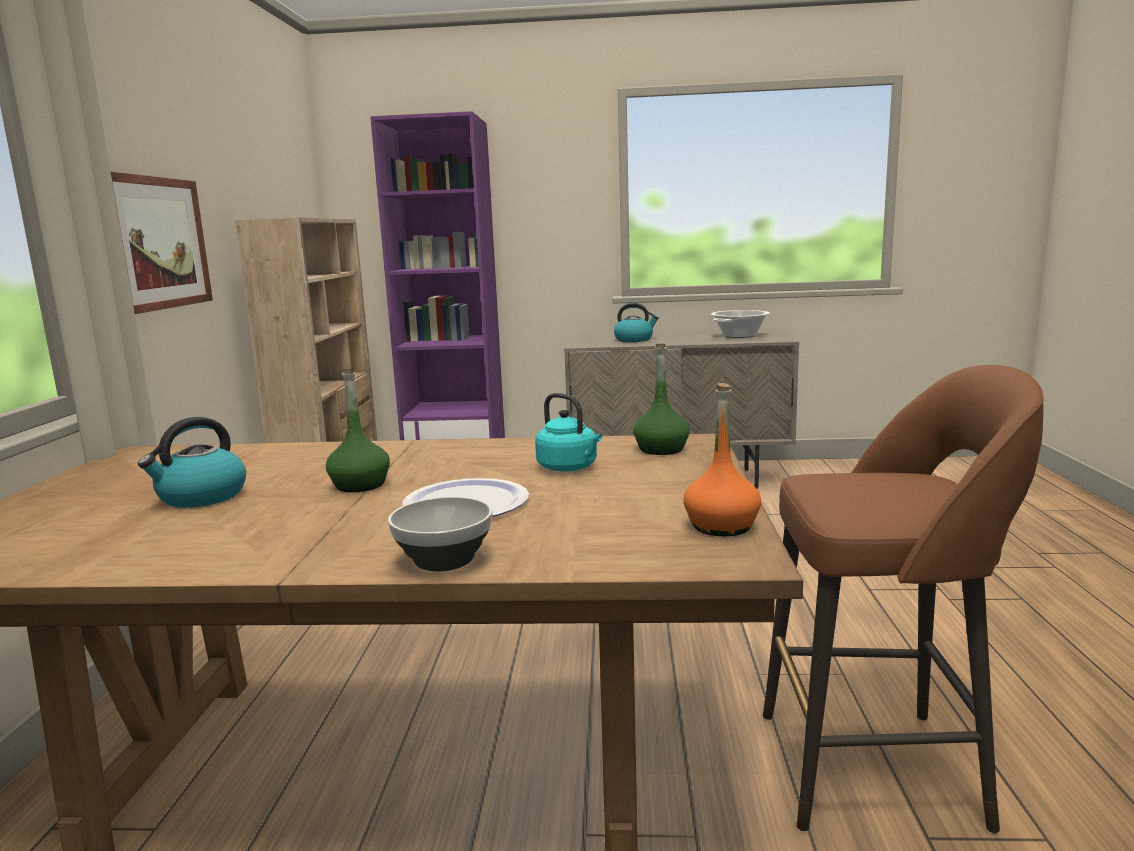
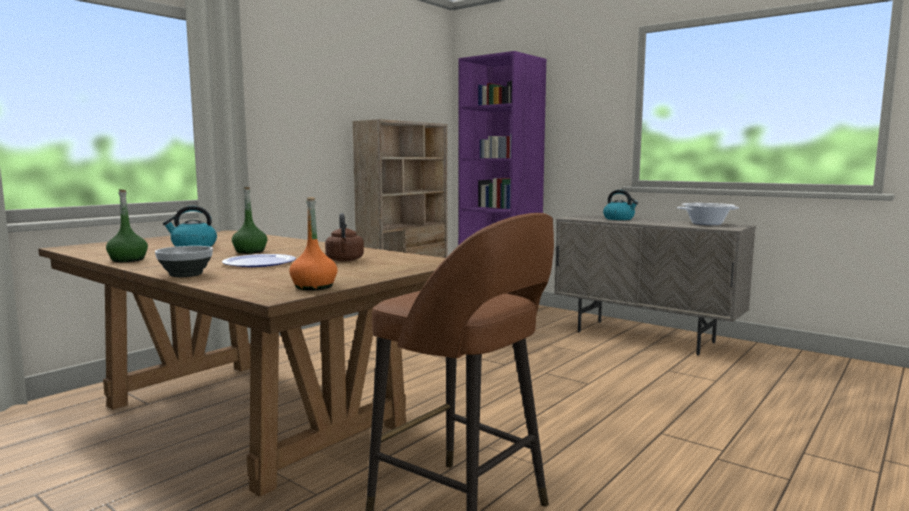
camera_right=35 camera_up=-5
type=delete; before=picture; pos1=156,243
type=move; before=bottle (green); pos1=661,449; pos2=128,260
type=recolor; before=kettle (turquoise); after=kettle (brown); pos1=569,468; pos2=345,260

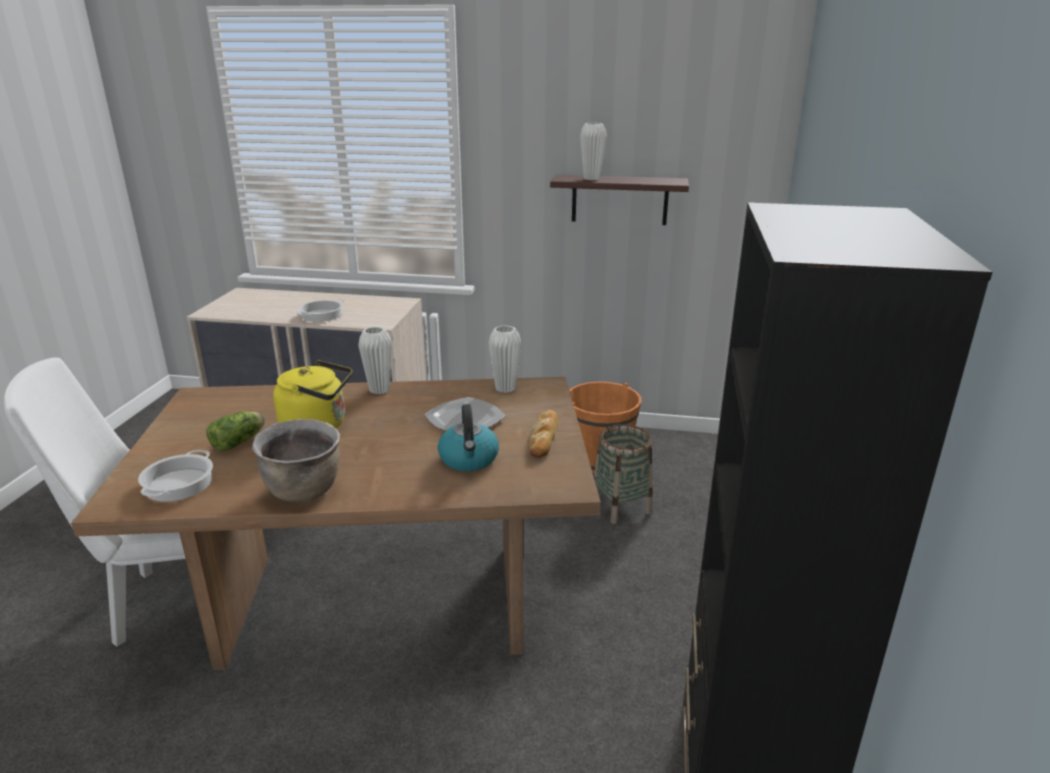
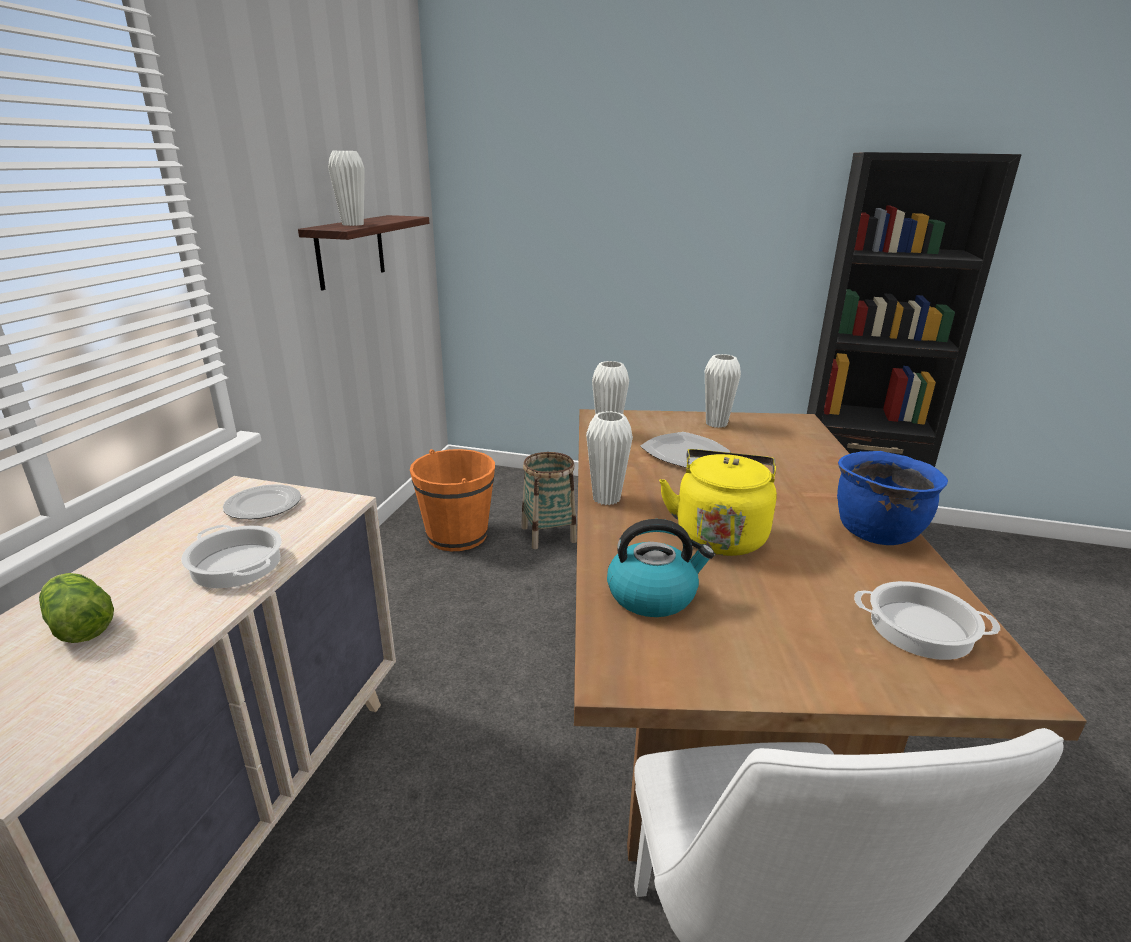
camera_right=-85 camera_up=0
type=insert; after=plate; pos2=262,506
type=move; before=lettuce; pos1=240,442; pos2=80,623
type=move; before=kettle; pos1=469,459; pos2=653,595
type=replace; before=bread; after=vase (white); pos1=544,437; pos2=716,424
type=recolor; before=cooking pot (brown); after=cooking pot (blue); pos1=304,490; pos2=876,532

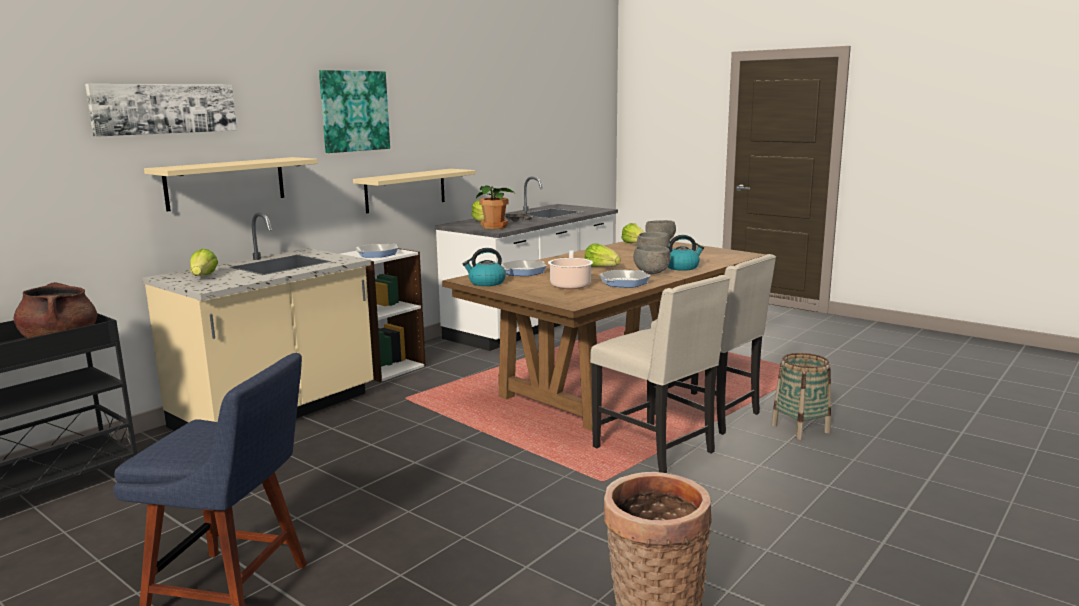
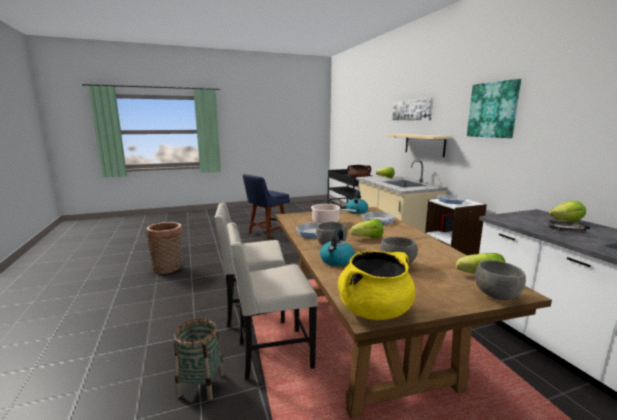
camera_right=120 camera_up=0
type=delete; before=shelf (beige); pos1=405,190
type=delete; before=potted plant; pos1=495,227
type=insert; after=cooking pot (yellow); pos2=374,310

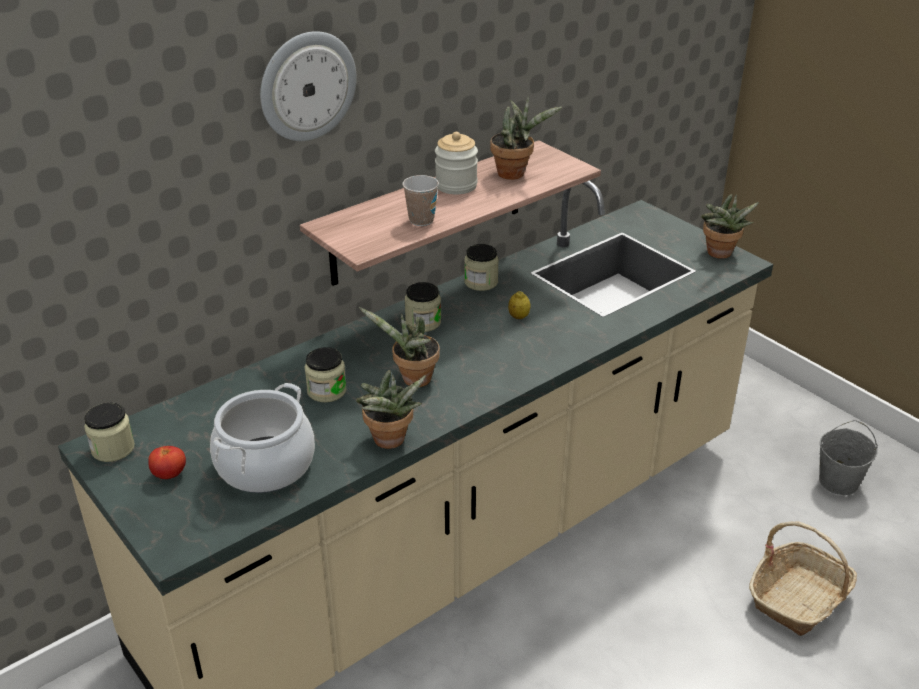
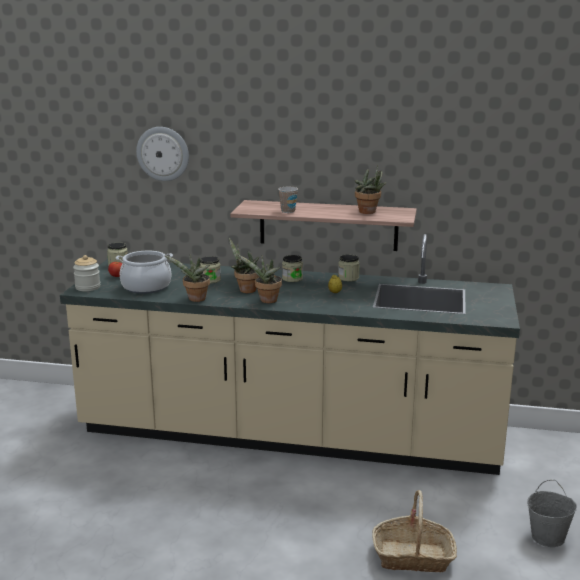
camera_right=50 camera_up=-15
type=move; before=wall clock; pos1=307,86; pos2=163,153
type=move; before=jar; pos1=456,185; pos2=88,287
type=move; before=potted plant; pos1=719,255; pos2=266,301

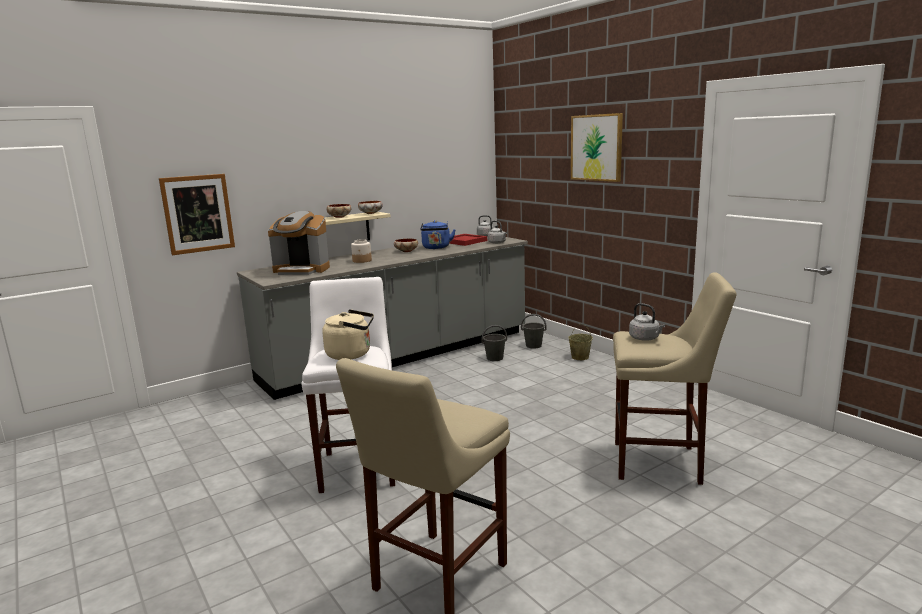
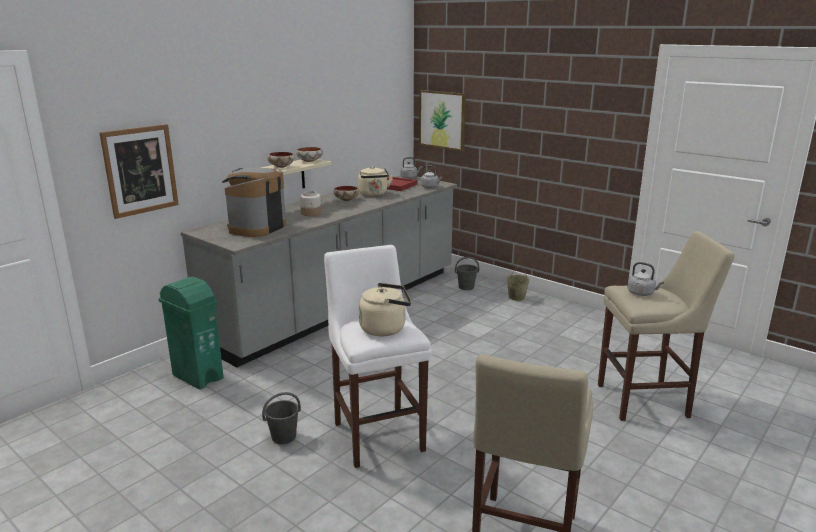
camera_right=-15 camera_up=5
type=insert; after=trash can (green); pos2=198,376
type=move; before=bucket (grey); pos1=494,358; pos2=283,437
type=move; before=picture; pos1=596,147; pos2=442,119
type=recolor; before=kettle (blue); after=kettle (beige); pos1=436,248; pos2=373,194
type=rotate; before=coffee machine; pos1=302,270; pos2=256,228; turn=120

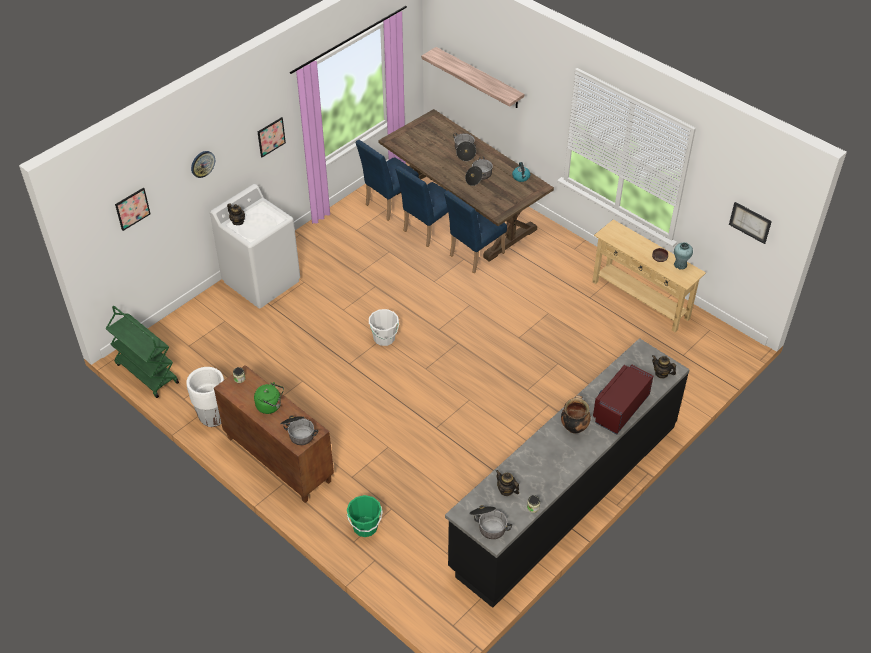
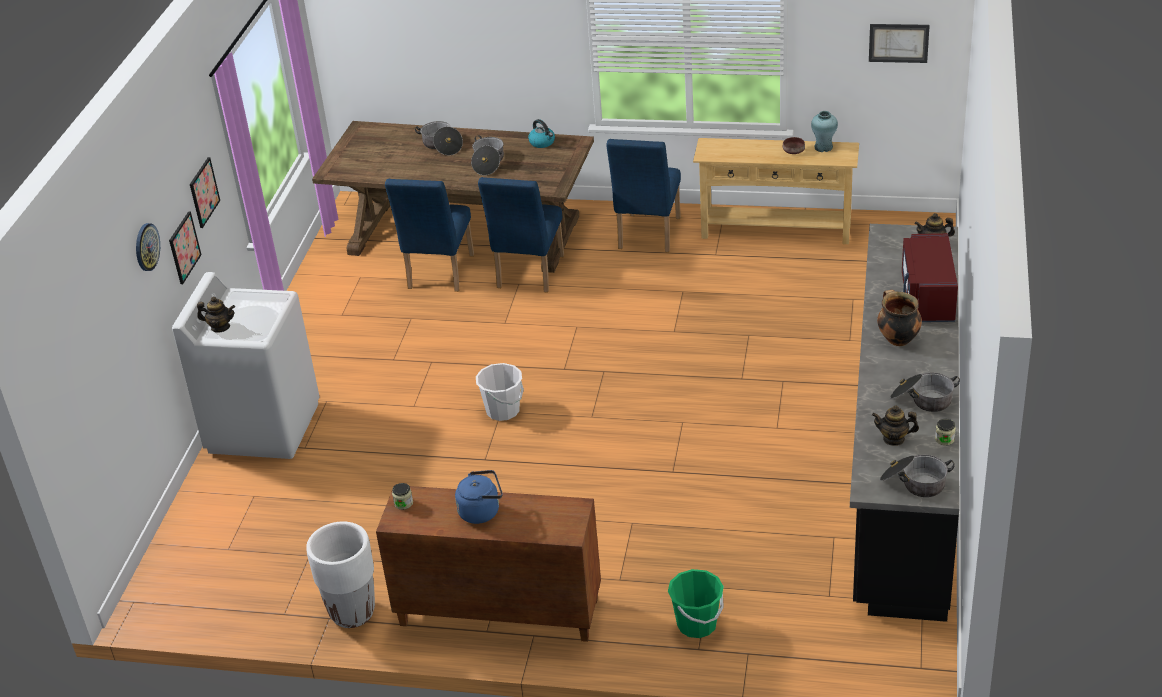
camera_right=-30 camera_up=-10
type=delete; before=cart (green); pos1=146,373
type=delete; before=shelf; pos1=478,78
type=move; before=picture; pos1=132,208; pos2=184,247
type=move; before=cooking pot; pos1=298,433; pos2=922,400
type=move; before=chair (blue); pos1=388,204; pos2=647,236
type=recolor; before=kettle (green); after=kettle (blue); pos1=270,406; pos2=482,511

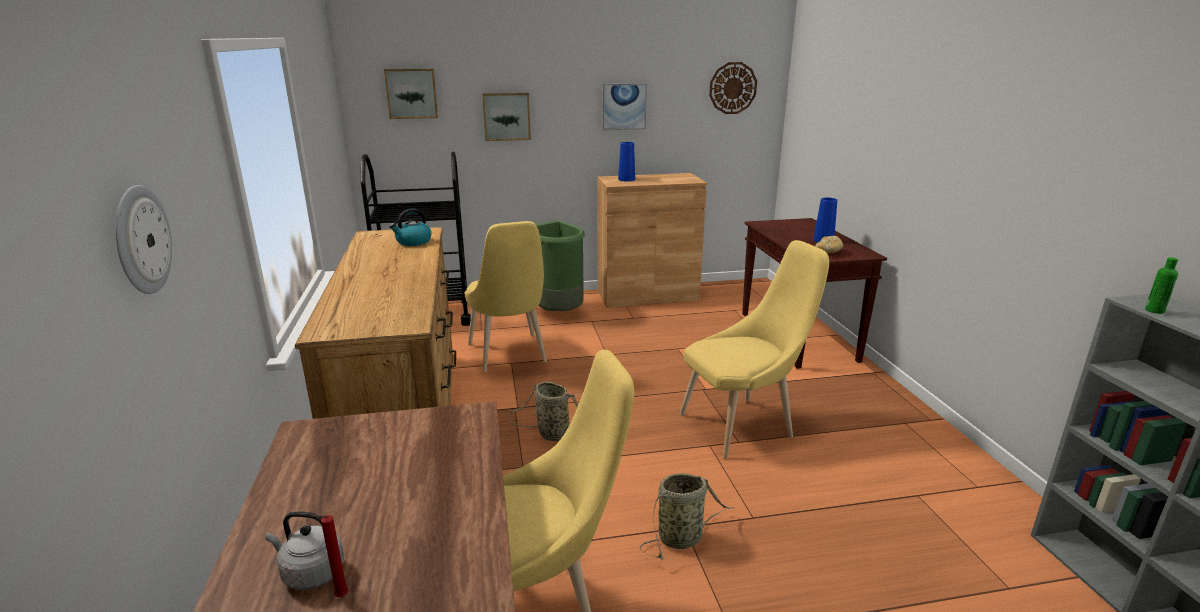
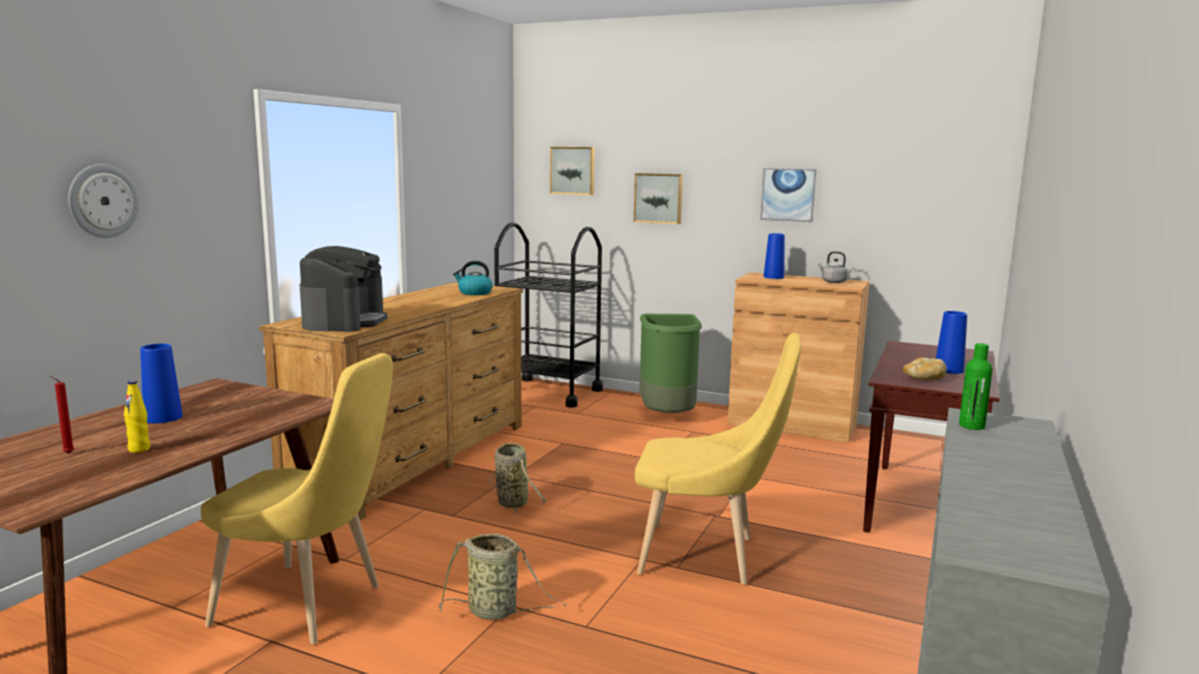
camera_right=35 camera_up=-10
type=delete; before=chair (yellow); pos1=509,356
type=delete; before=wall clock; pos1=732,88
type=insert; after=bottle (yellow); pos2=139,449
type=insert; after=vase (blue); pos2=163,417
type=insert; after=coffee machine; pos2=344,321
type=move; before=kettle (grey); pos1=310,573; pos2=832,282

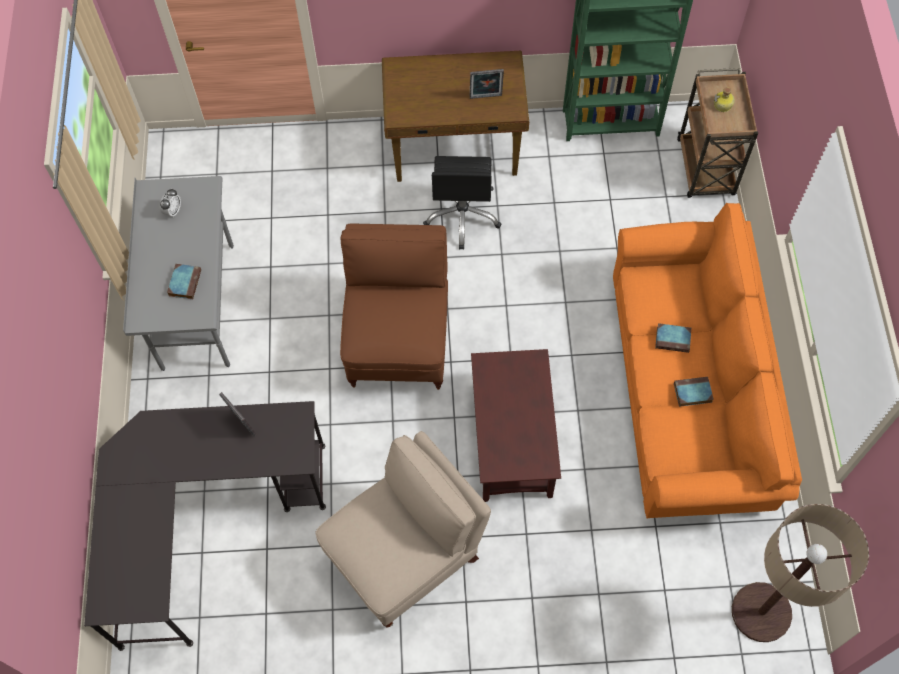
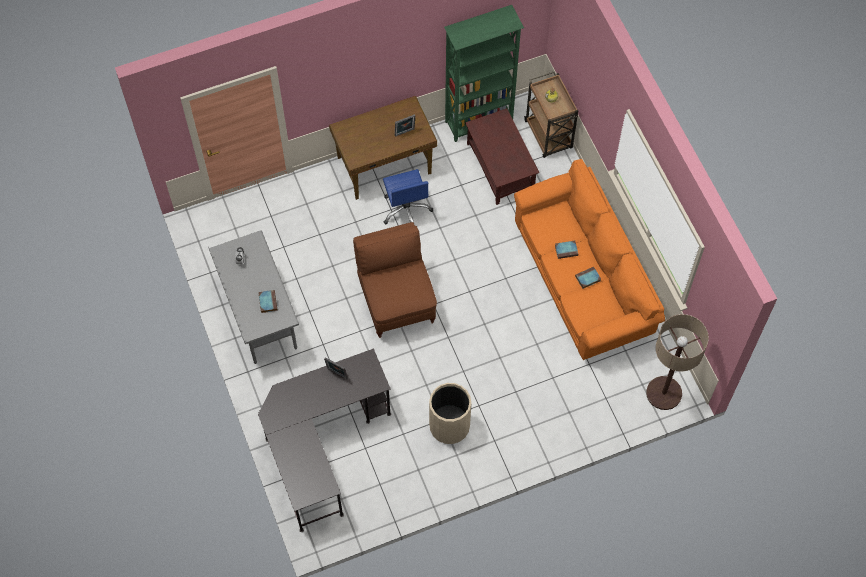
camera_right=-20 camera_up=0
type=move; before=coffee table (brown); pos1=513,440; pos2=500,168
type=replace; before=chair (beige); after=trash can (beige); pos1=406,555; pos2=449,425
type=recolor; before=office chair (black); after=office chair (blue); pos1=462,216; pos2=406,210

